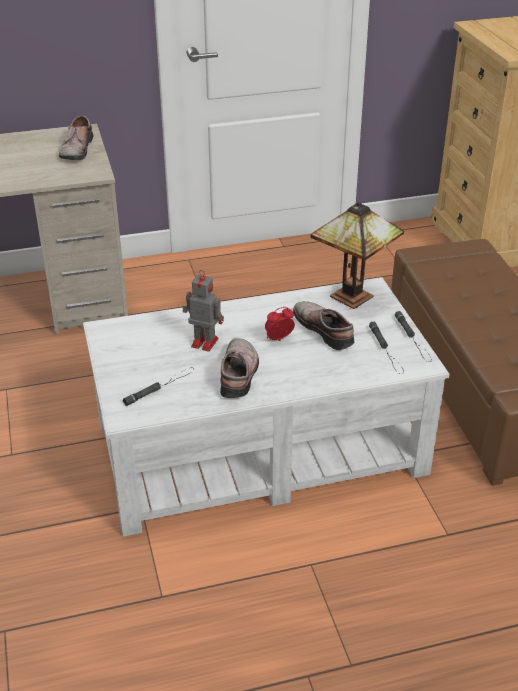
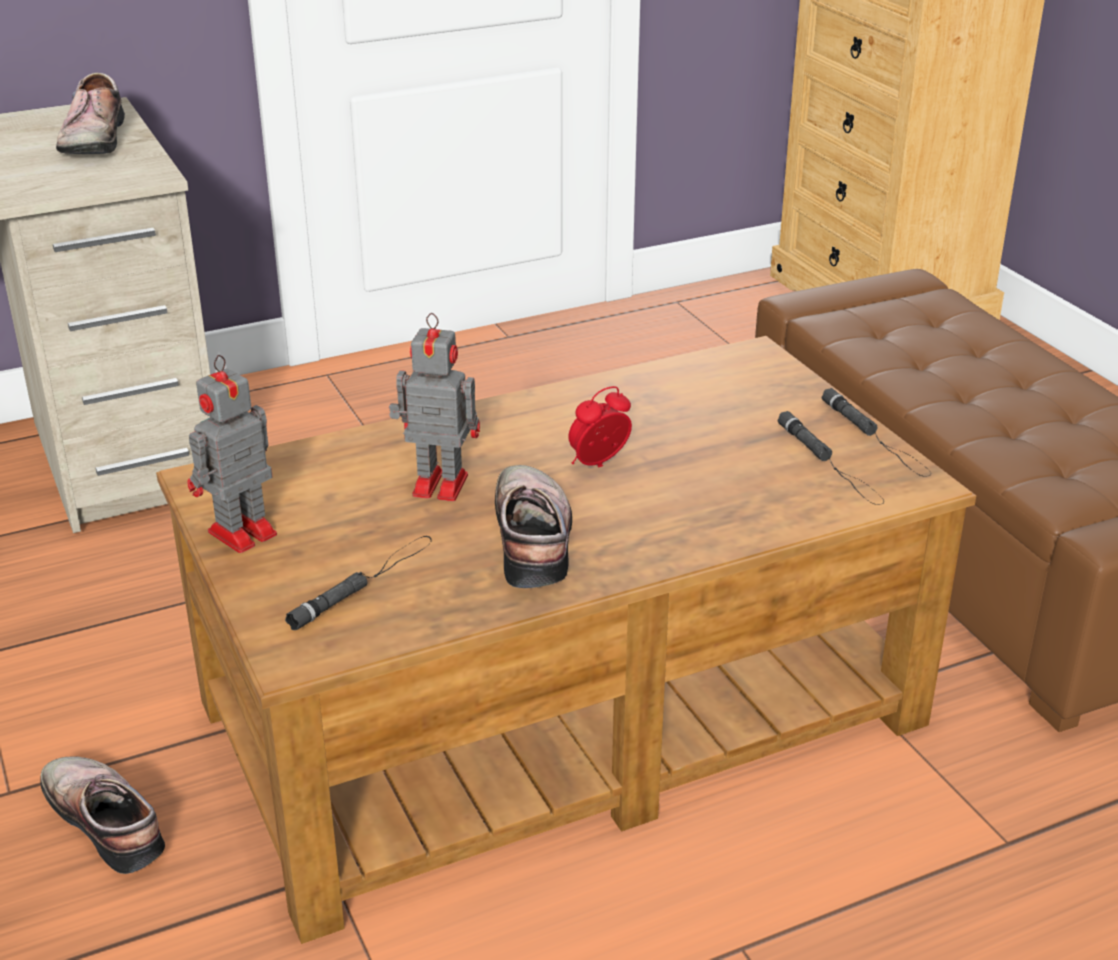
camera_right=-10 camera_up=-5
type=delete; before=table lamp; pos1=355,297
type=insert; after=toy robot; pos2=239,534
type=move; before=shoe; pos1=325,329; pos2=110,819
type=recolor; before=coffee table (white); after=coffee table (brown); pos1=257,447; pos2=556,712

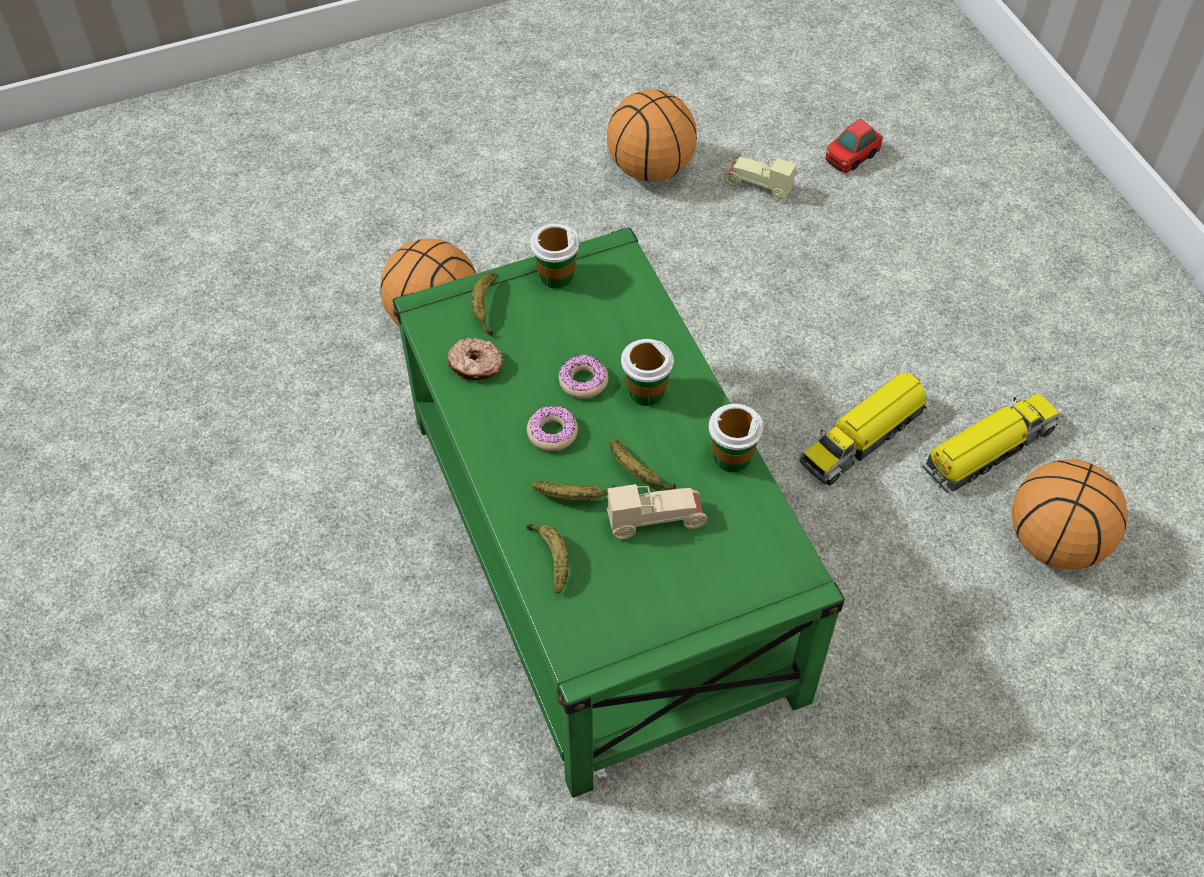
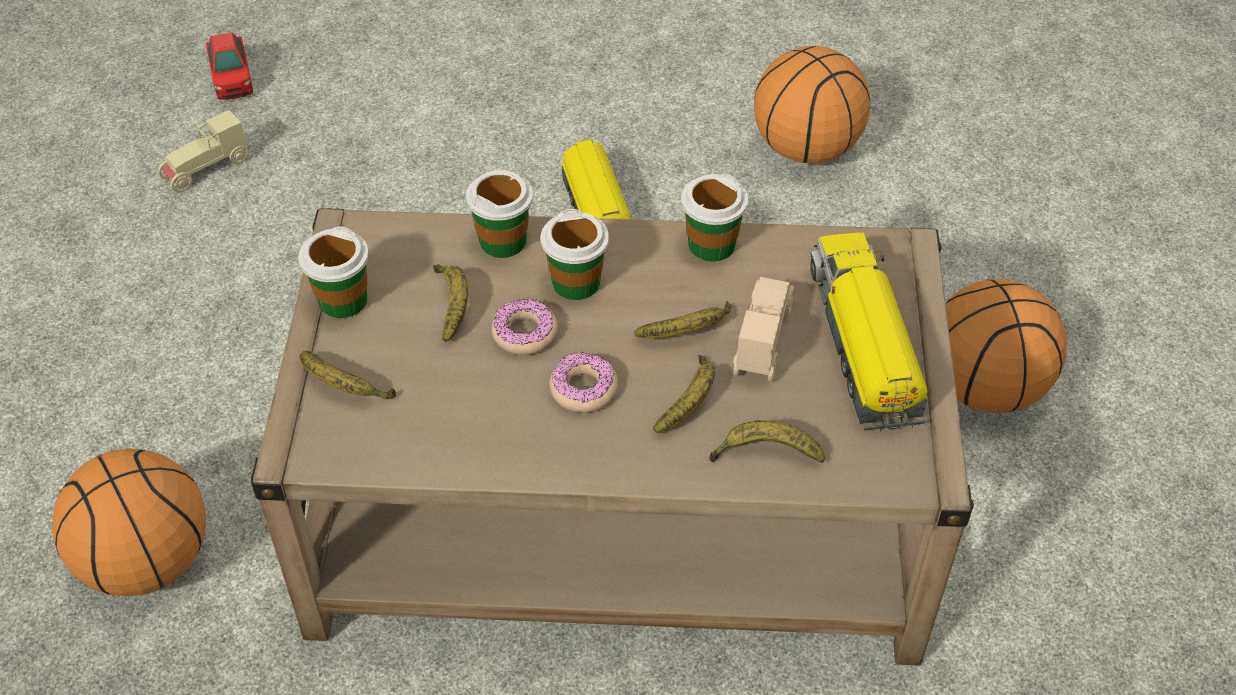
camera_right=-65 camera_up=-5
type=delete; before=donut; pos1=475,365
type=insert; after=banana; pos2=452,305
type=insert; after=cup; pos2=503,240
type=move; before=basketball; pos1=651,169; pos2=985,386
type=move; before=toy truck; pos1=987,450; pos2=864,345
type=recolor; before=coffee table (green); after=coffee table (beige); pos1=601,554; pos2=616,515

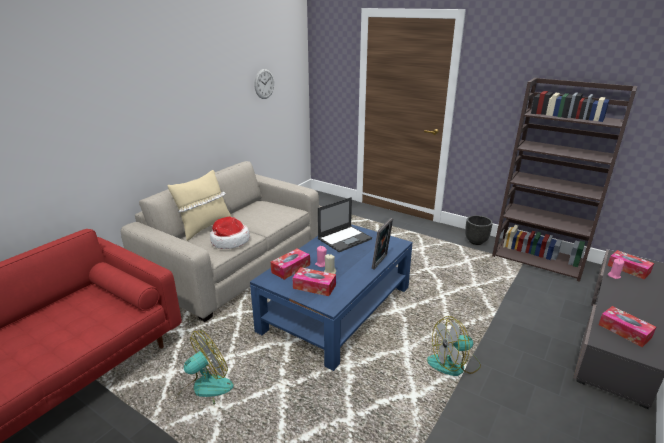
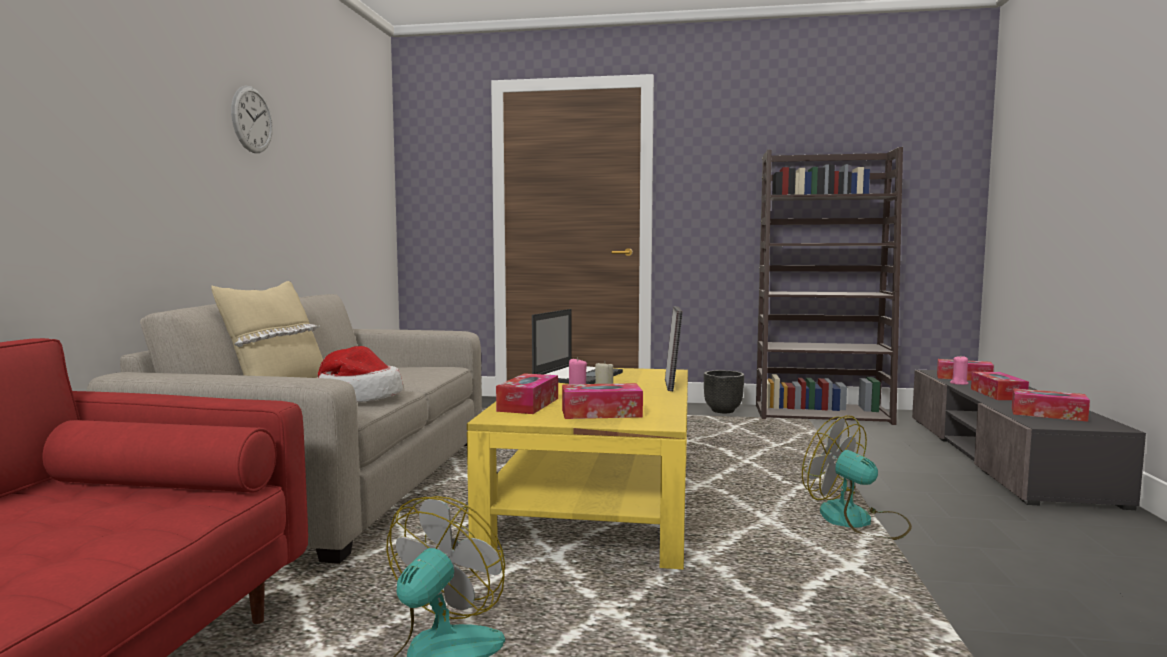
camera_right=-25 camera_up=-20
type=insert; after=tissue box; pos2=998,394
type=move; before=wall clock; pos1=264,84; pos2=252,119
type=recolor; before=coffee table (blue); after=coffee table (yellow); pos1=337,308; pos2=597,500
type=rotate; before=fan; pos1=454,364; pos2=857,522; turn=90

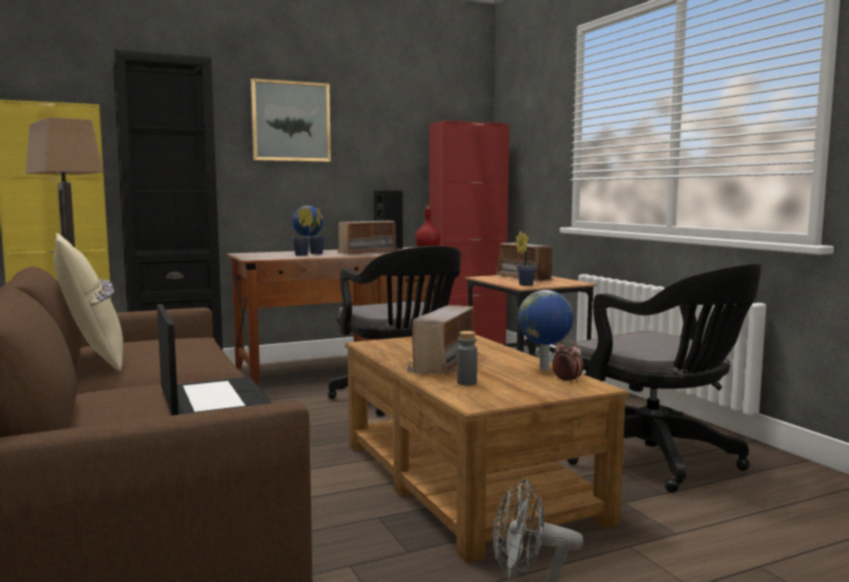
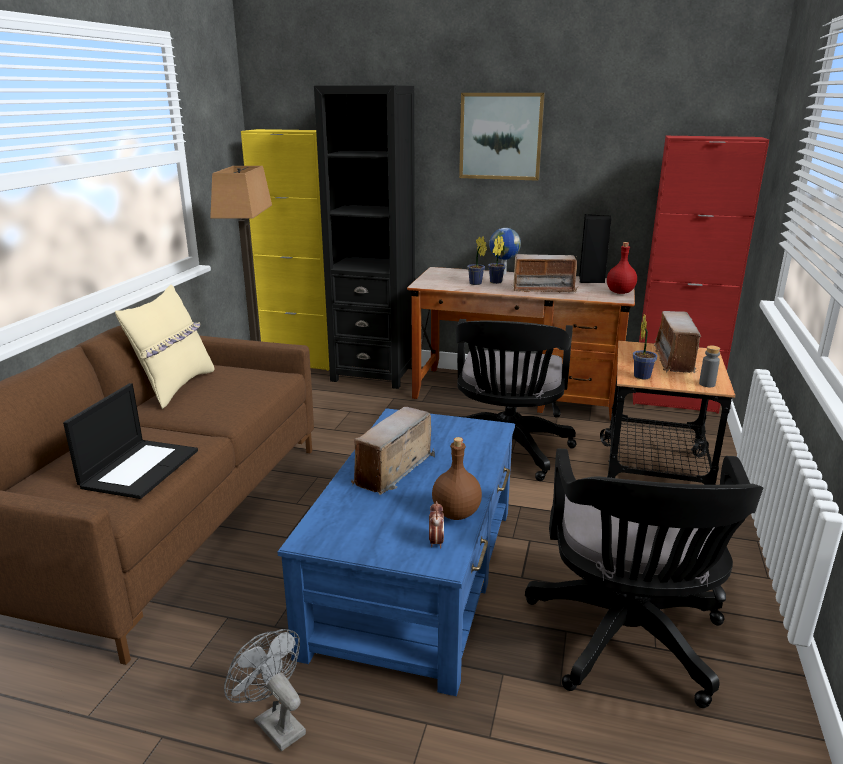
camera_right=40 camera_up=15
type=move; before=bottle (grey); pos1=466,382; pos2=707,384
type=replace; before=globe; after=bottle (brown); pos1=544,369; pos2=456,514
type=recolor; before=coffee table (brown); after=coffee table (blue); pos1=467,479; pos2=417,575
type=rotate; before=radio; pos1=445,364; pos2=394,471; turn=150

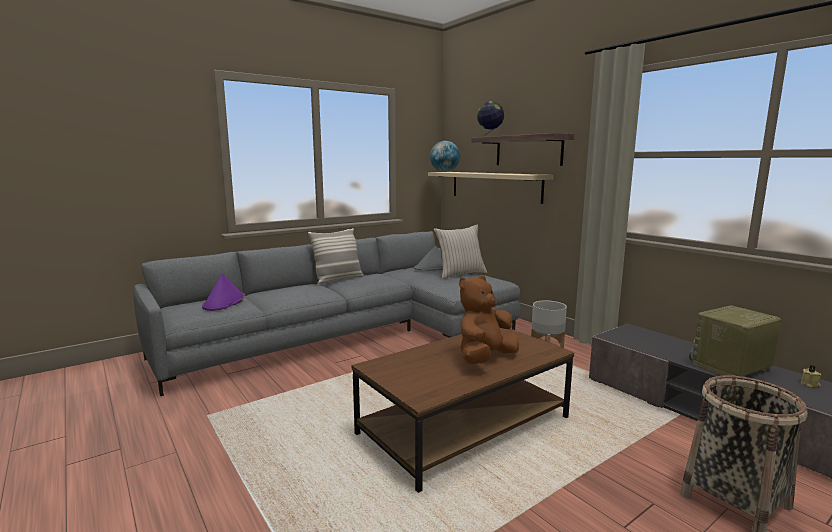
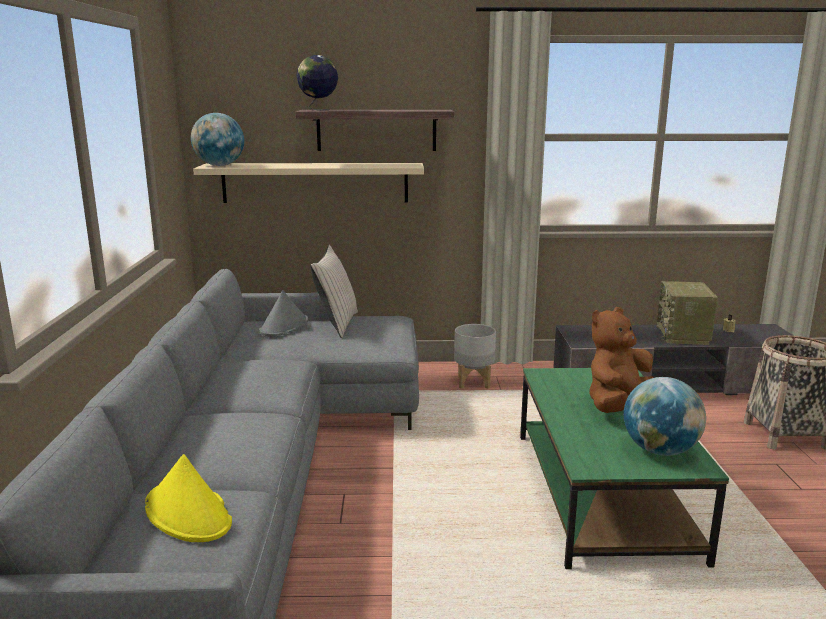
camera_right=-55 camera_up=5
type=delete; before=pillow; pos1=338,280
type=insert; after=globe; pos2=660,450
type=recolor; before=hat (purple); after=hat (yellow); pos1=224,302; pos2=188,513
type=recolor; before=coffee table (brown); after=coffee table (green); pos1=465,424; pos2=601,492
type=rotate; before=plush toy (brown); pos1=485,358; pos2=618,406; turn=60

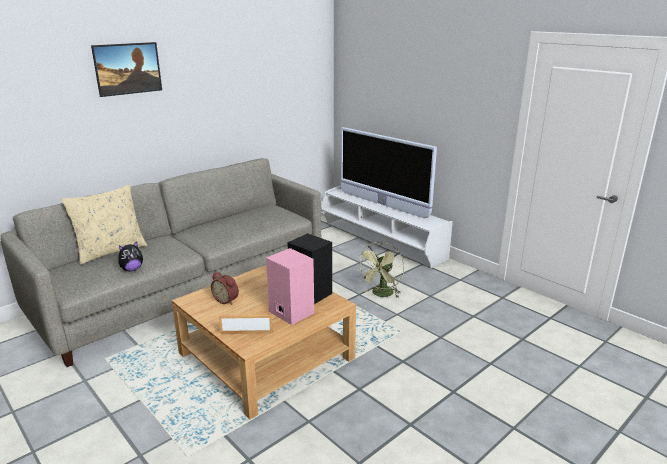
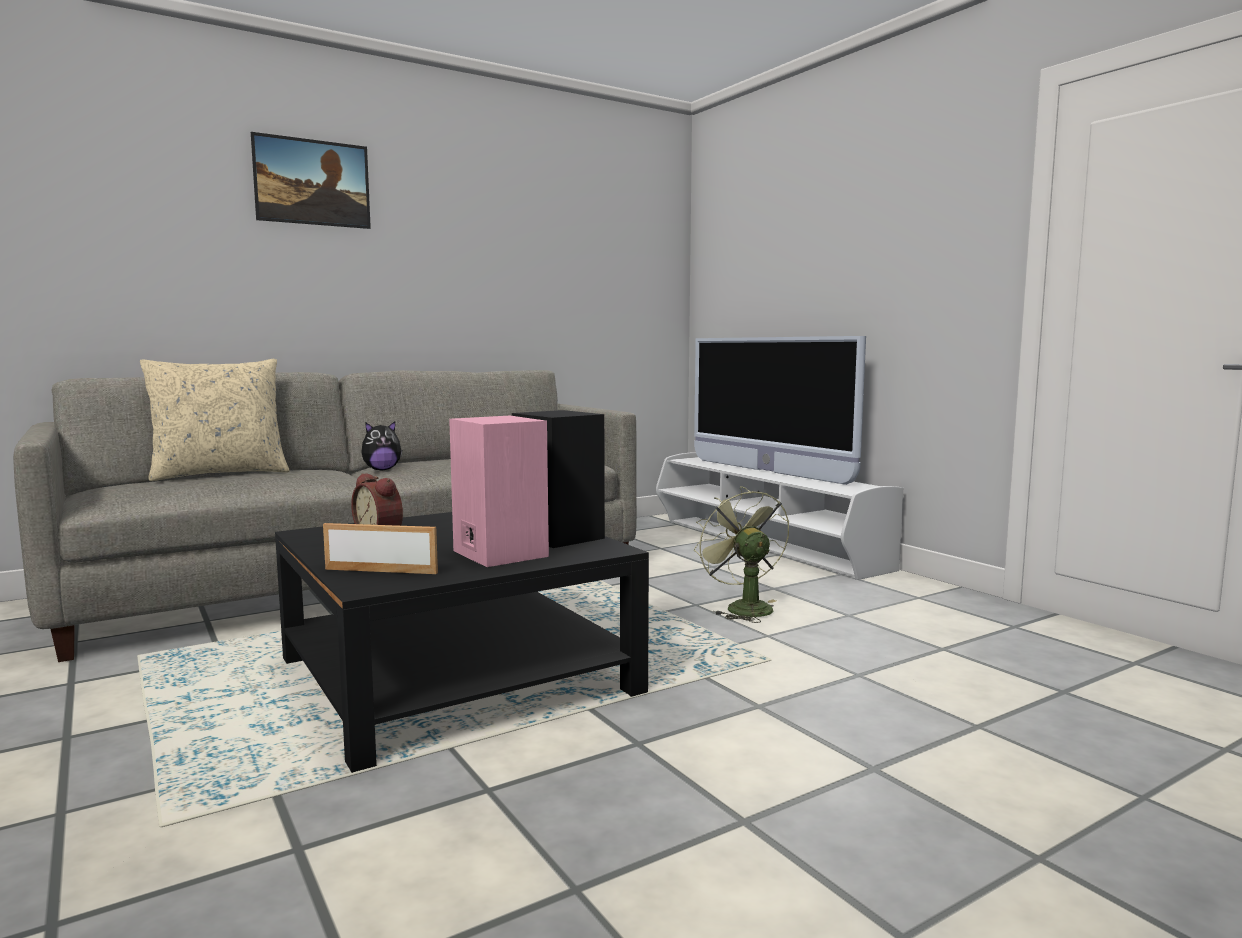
camera_right=10 camera_up=-15
type=move; before=plush toy; pos1=132,269; pos2=382,470
type=recolor; before=coffee table (beige); after=coffee table (black); pos1=266,356; pos2=456,676
type=rotate; before=fan (green); pos1=381,294; pos2=742,607; turn=120

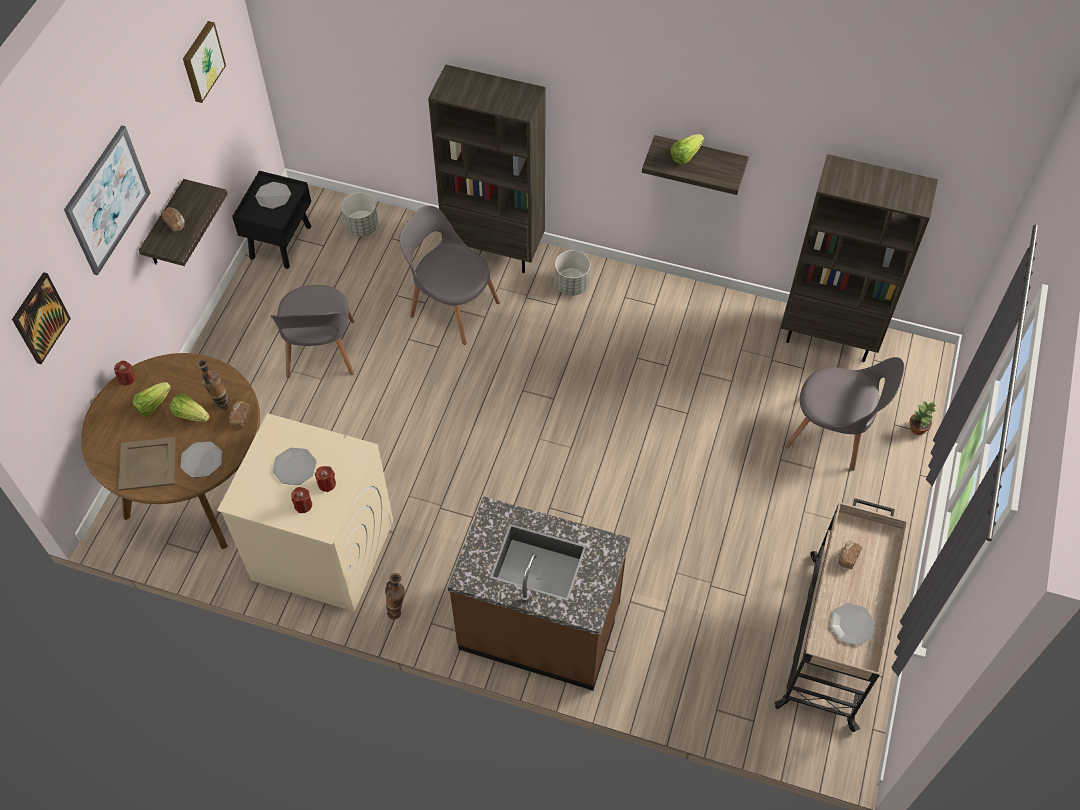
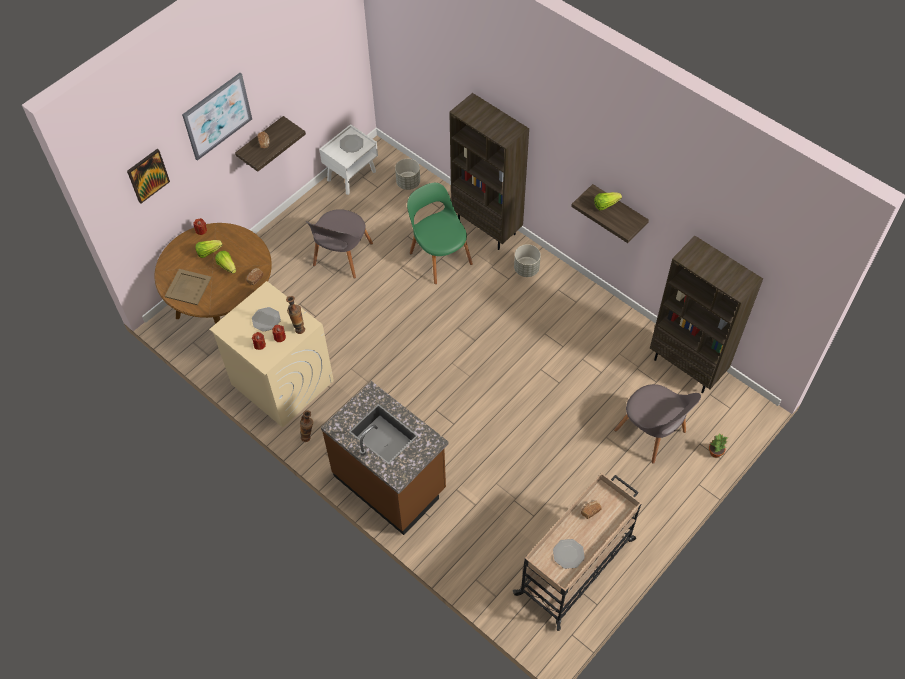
camera_right=25 camera_up=0
type=delete; before=plate; pos1=201,460
type=delete; before=picture; pos1=201,61
type=move; before=vase; pos1=221,403; pos2=298,328
type=recolor; before=nightstand (black); after=nightstand (white); pos1=280,242; pos2=352,175
type=recolor; before=chair (grey); after=chair (green); pos1=452,307; pos2=439,256

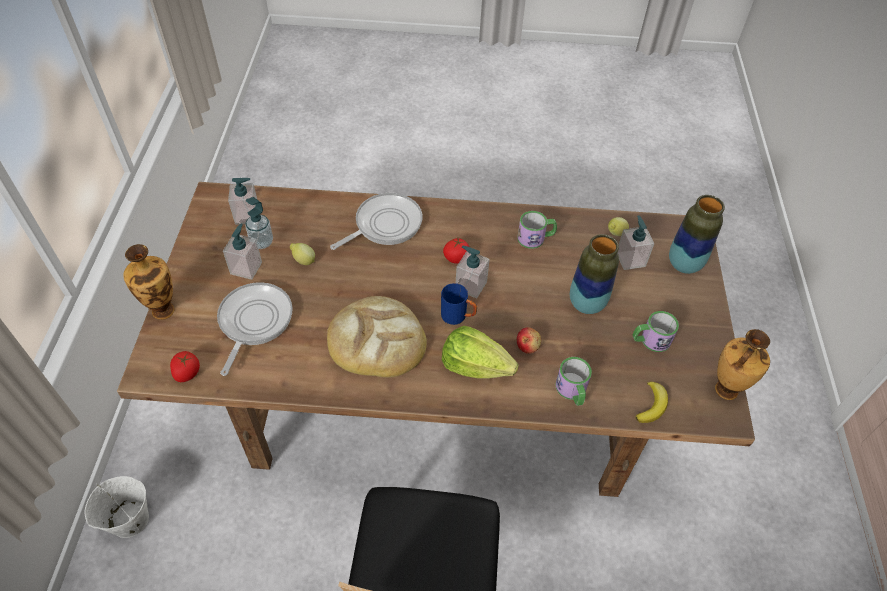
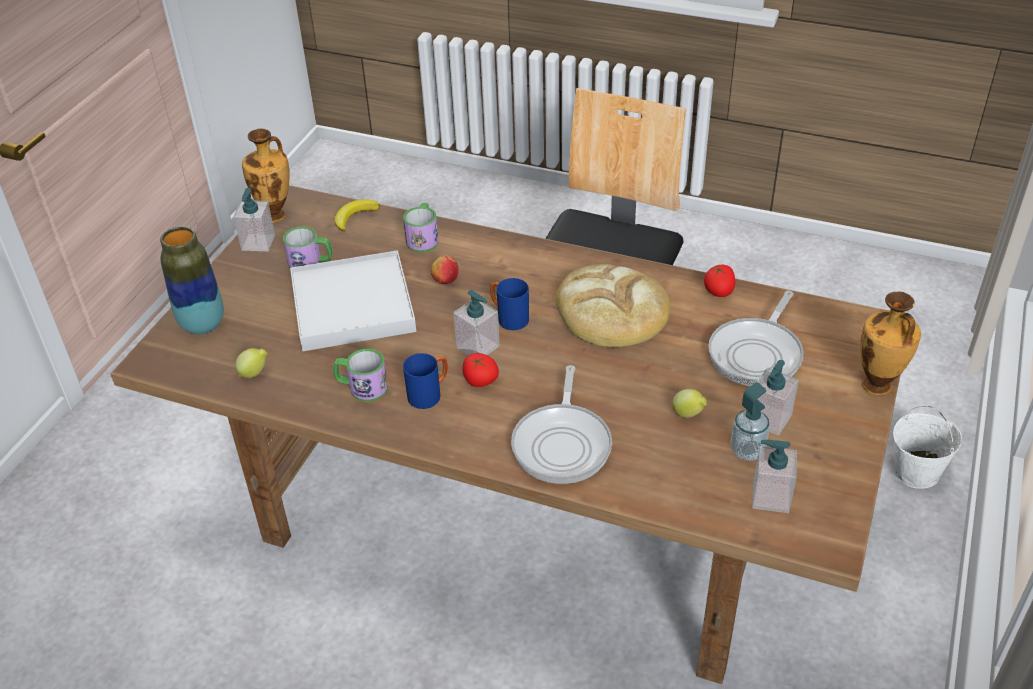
camera_right=-160 camera_up=-10
type=delete; before=lettuce; pos1=475,366
type=insert; after=mug (blue); pos2=429,394
type=move; before=tomato; pos1=187,373; pos2=719,291
type=move; before=soap dispenser; pos1=630,259; pos2=258,242
type=replace; before=vase; after=tray (white); pos1=586,303; pos2=352,305
type=rotate; before=frying pan; pos1=384,225; pos2=563,443; turn=-60

